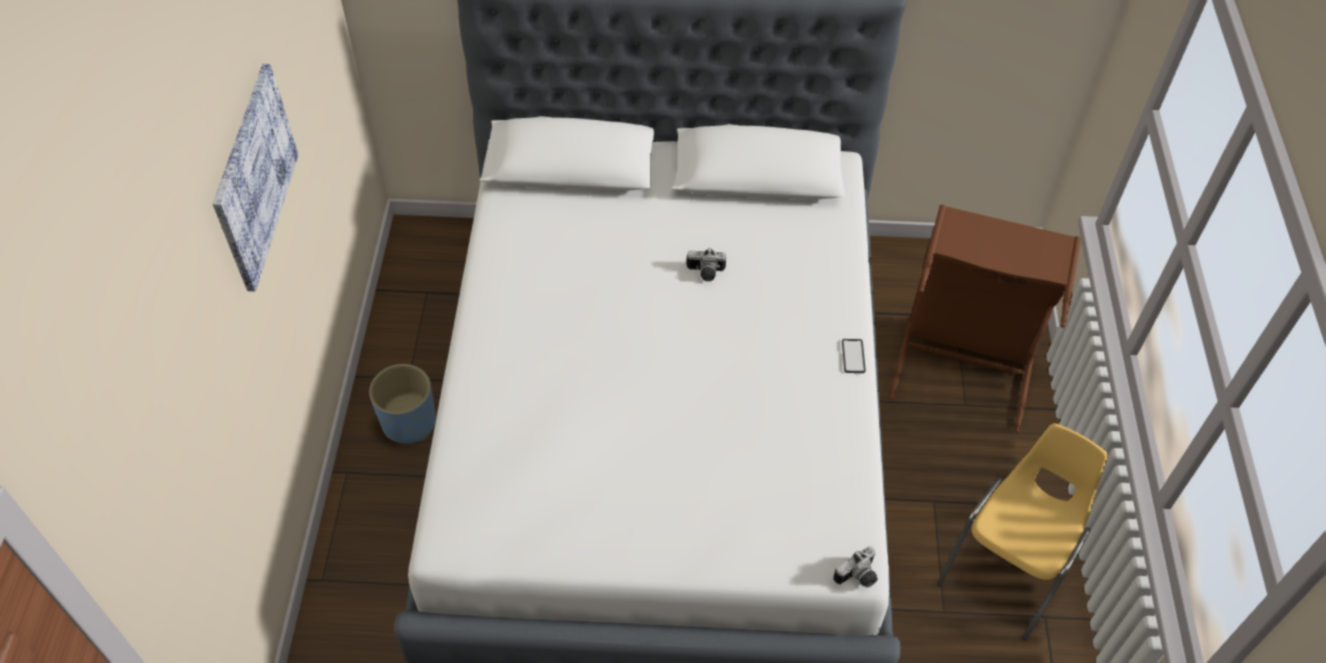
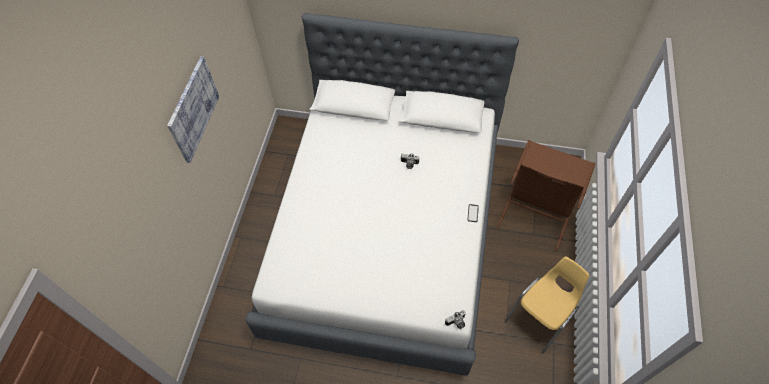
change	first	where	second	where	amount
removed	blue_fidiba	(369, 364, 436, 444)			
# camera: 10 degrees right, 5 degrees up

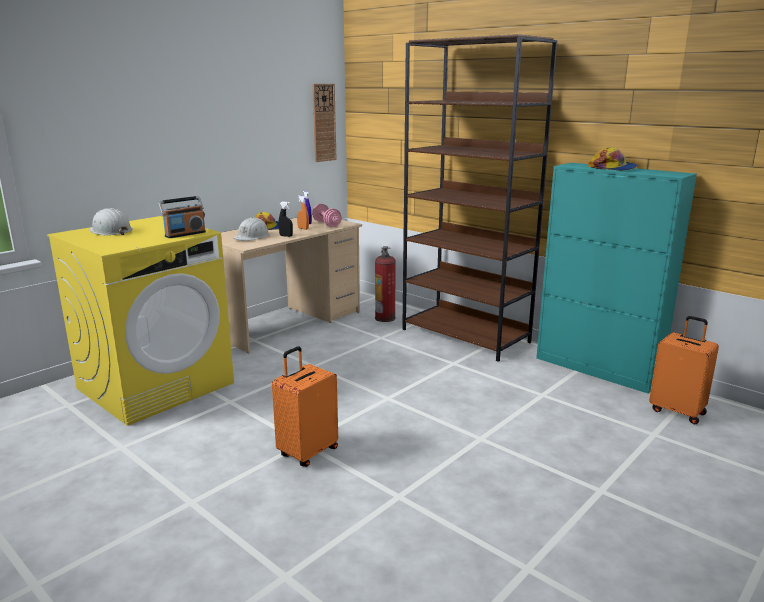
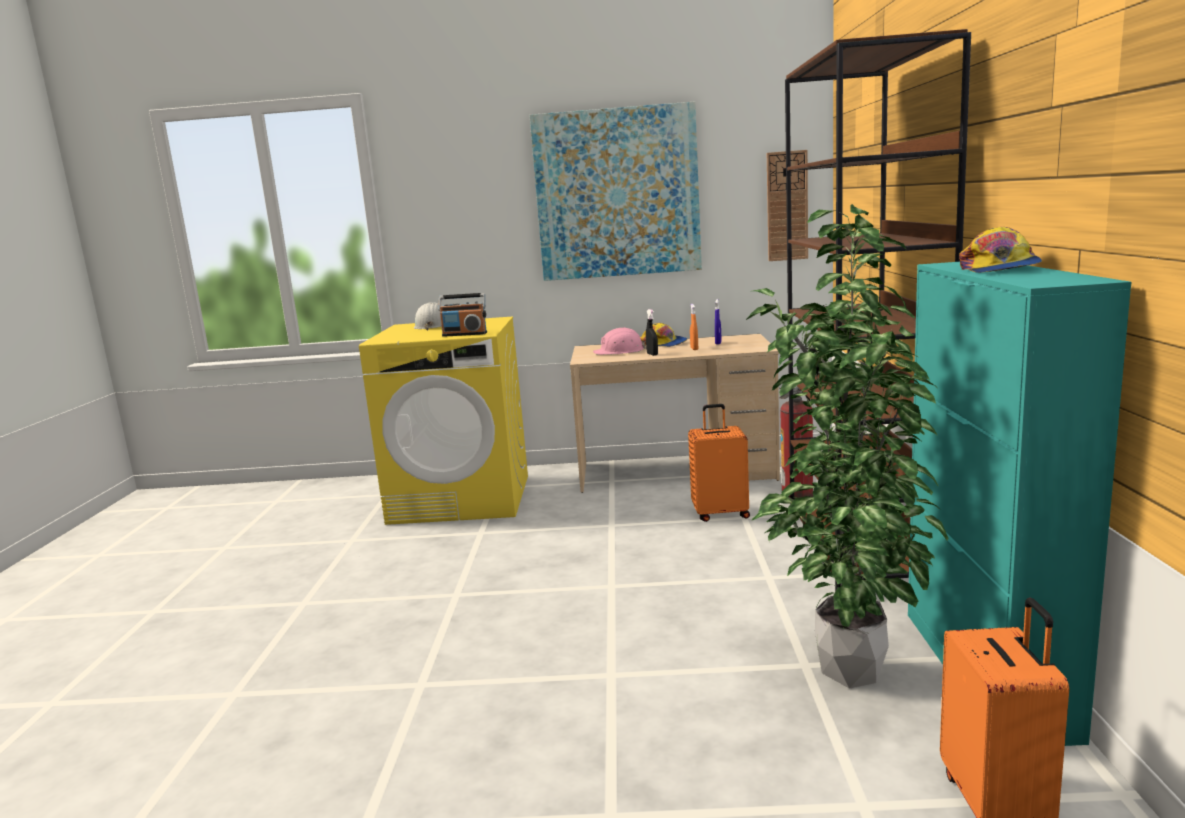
change	first	where	second	where	amount
removed	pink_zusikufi	(312, 204, 342, 227)			
recoloured	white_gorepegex	(233, 217, 270, 241)	pink_gorepegex	(593, 327, 646, 355)	
moved	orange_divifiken	(272, 346, 338, 467)		(688, 404, 750, 522)	
added			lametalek	(529, 101, 702, 281)	
added			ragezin	(746, 204, 948, 689)	
# camera: 50 degrees right, 5 degrees down

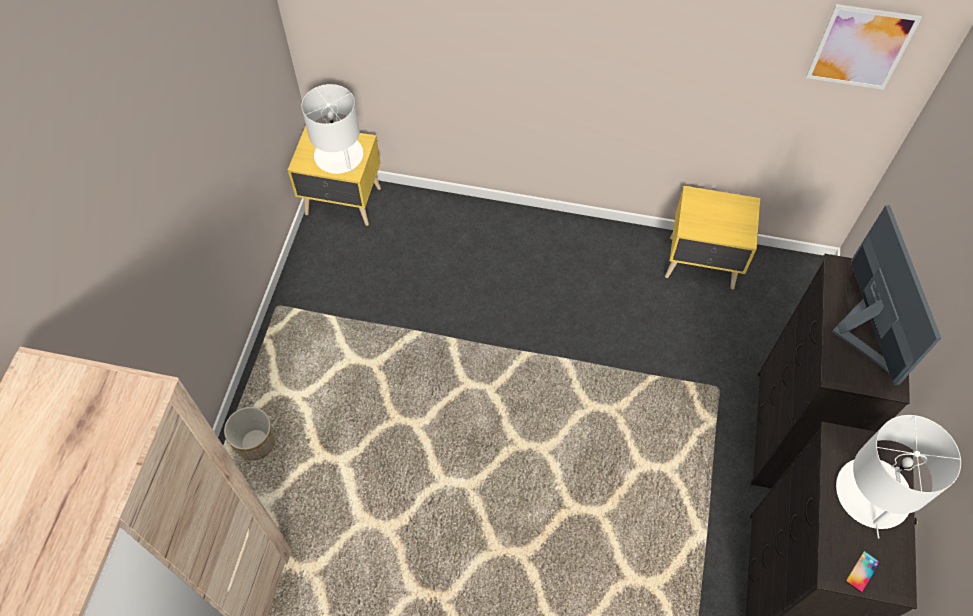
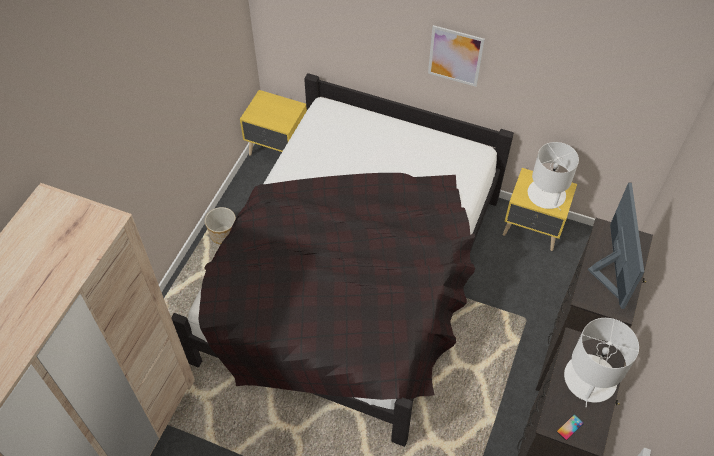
change	first	where	second	where	amount
moved	lametalek	(806, 4, 922, 90)		(428, 25, 485, 87)	
moved	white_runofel	(301, 84, 363, 174)		(528, 142, 579, 211)	
moved	fidiba	(224, 407, 275, 460)		(205, 207, 236, 244)	
added			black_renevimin	(171, 73, 514, 447)	
# camera: 10 degrees right, 5 degrees down

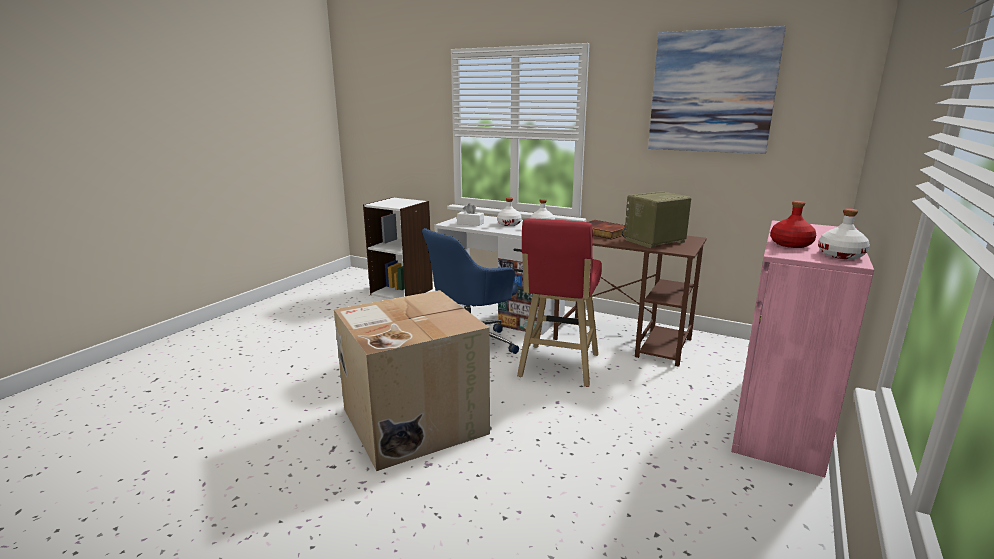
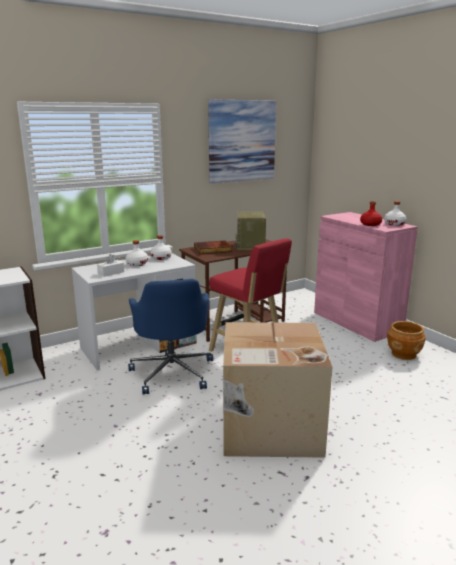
change	first	where	second	where	amount
added			brown_fidiba	(387, 321, 426, 360)	
# camera: 60 degrees left, 0 degrees up

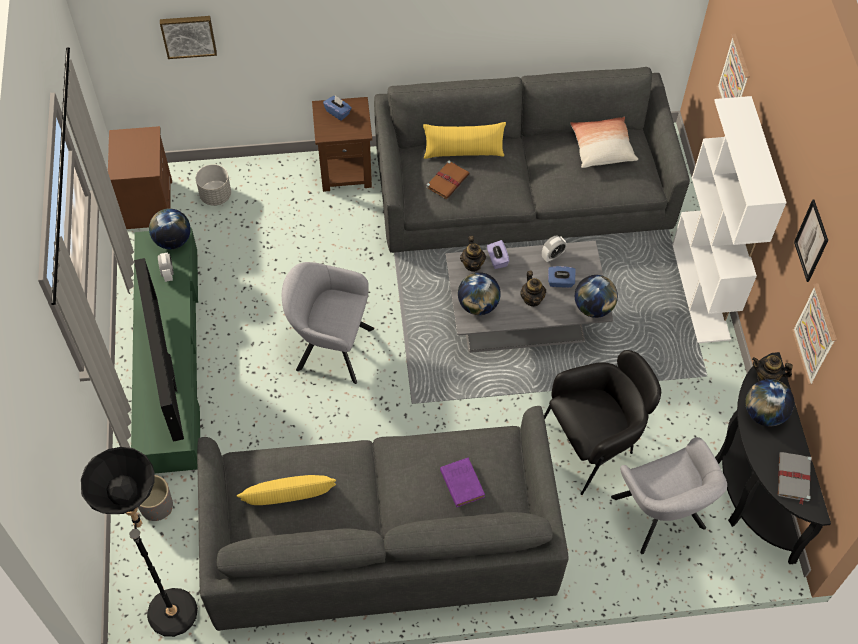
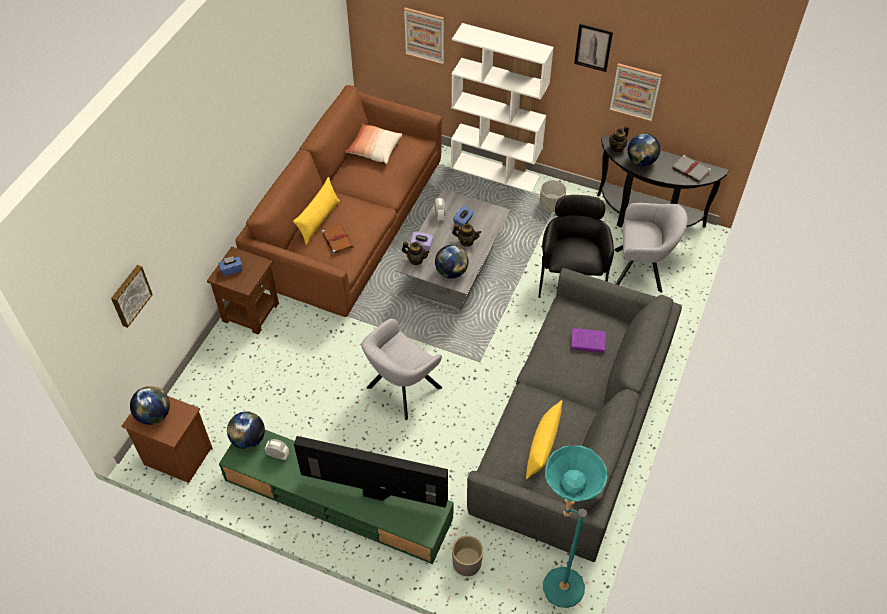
change	first	where	second	where	amount
recoloured	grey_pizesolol	(374, 67, 690, 253)	brown_pizesolol	(235, 85, 442, 317)	
moved	grey_fidiba	(196, 164, 231, 206)		(539, 180, 566, 212)	
moved	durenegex	(575, 275, 618, 318)		(130, 386, 170, 425)	
recoloured	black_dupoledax	(81, 447, 198, 637)	turquoise_dupoledax	(543, 446, 608, 608)	
# camera: 60 degrees left, 5 degrees down

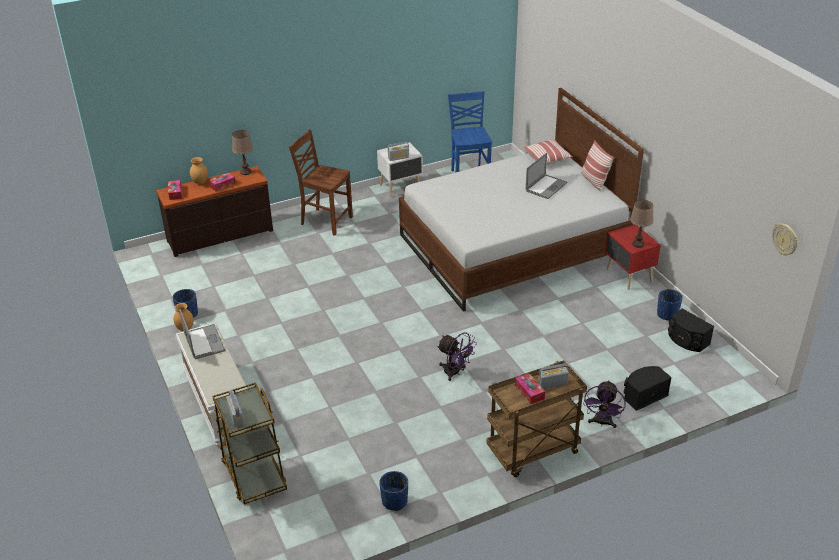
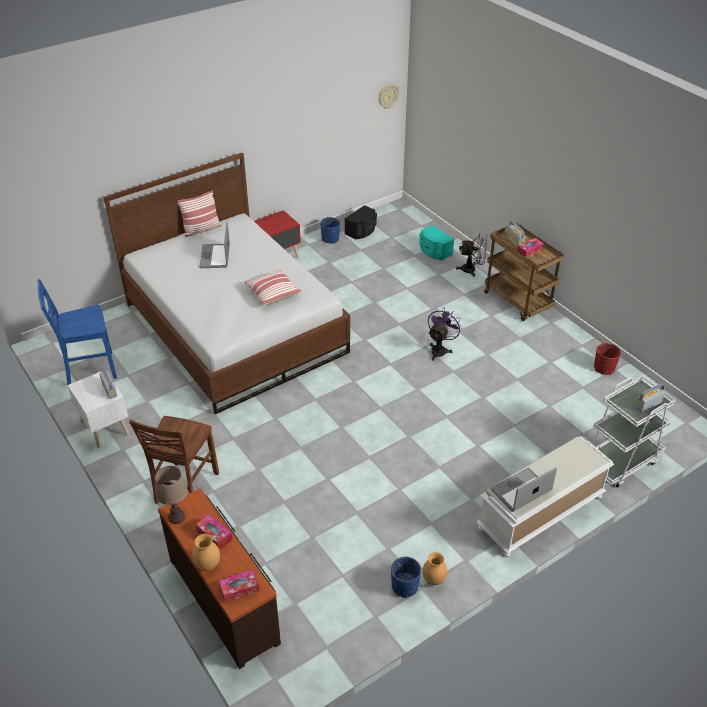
change	first	where	second	where	amount
moved	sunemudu	(524, 140, 573, 165)		(245, 270, 301, 305)	
turned	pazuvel	(526, 153, 567, 199)		(200, 222, 230, 268)	120 degrees counterclockwise
removed	brown_runofel	(630, 200, 653, 248)			
recoloured	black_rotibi	(624, 366, 672, 411)	turquoise_rotibi	(419, 225, 454, 260)	
recoloured	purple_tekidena	(583, 380, 626, 428)	grey_tekidena	(456, 233, 487, 277)	
recoloured	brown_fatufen	(212, 382, 287, 505)	white_fatufen	(592, 376, 676, 488)	
recoloured	blue_fidiba	(379, 471, 408, 511)	red_fidiba	(594, 343, 621, 375)	
# camera: 100 degrees left, 5 degrees up

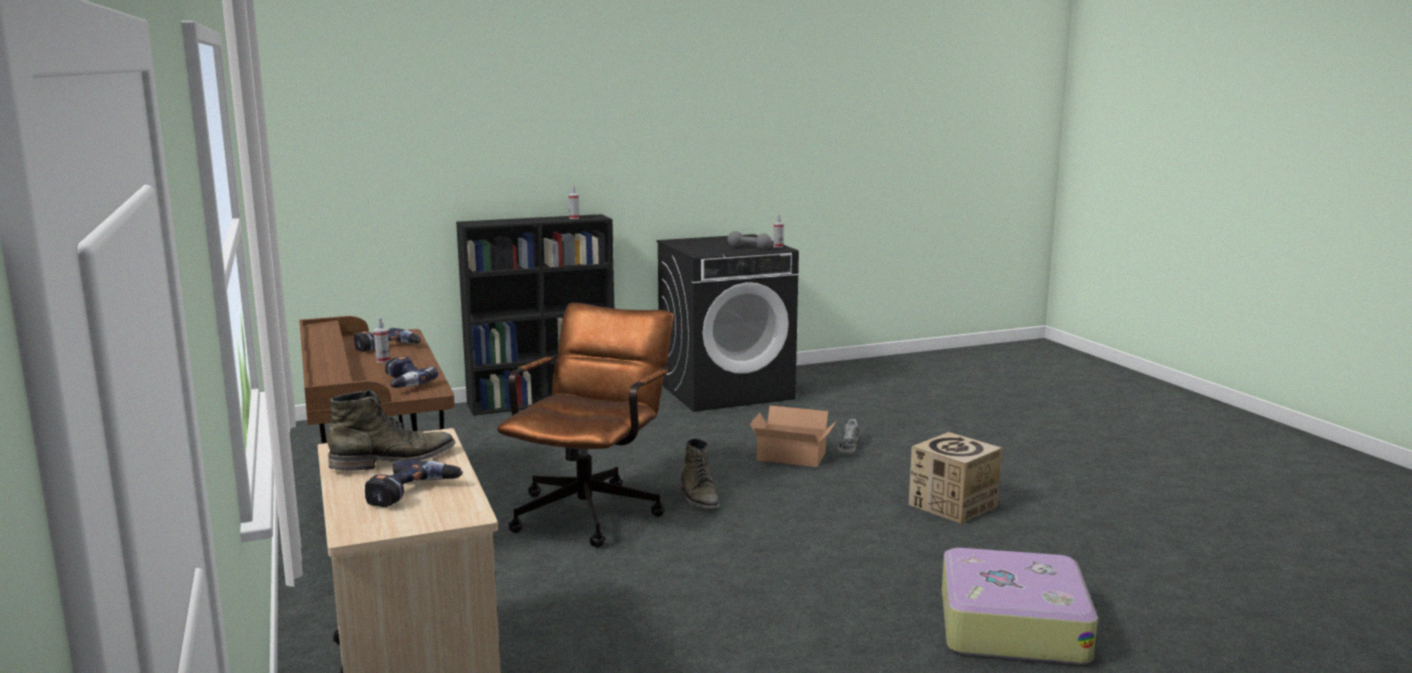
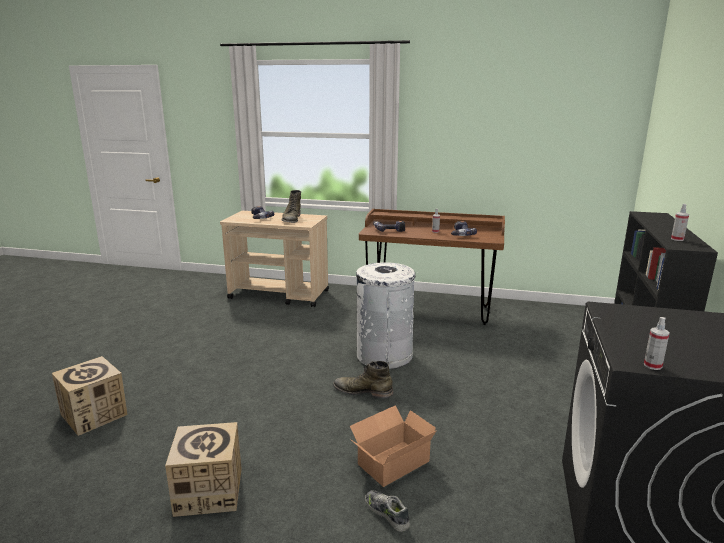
change	first	where	second	where	amount
removed	grey_zusikufi	(727, 231, 772, 250)			
replaced	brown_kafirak	(497, 303, 674, 548)	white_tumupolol	(356, 262, 416, 369)	
replaced	divifiken	(942, 548, 1098, 665)	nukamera	(52, 356, 127, 436)	
# camera: 125 degrees right, 5 degrees up

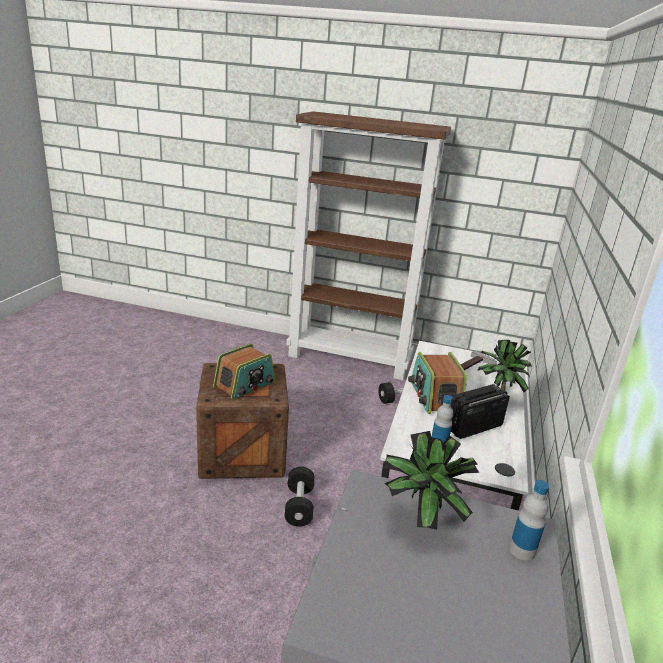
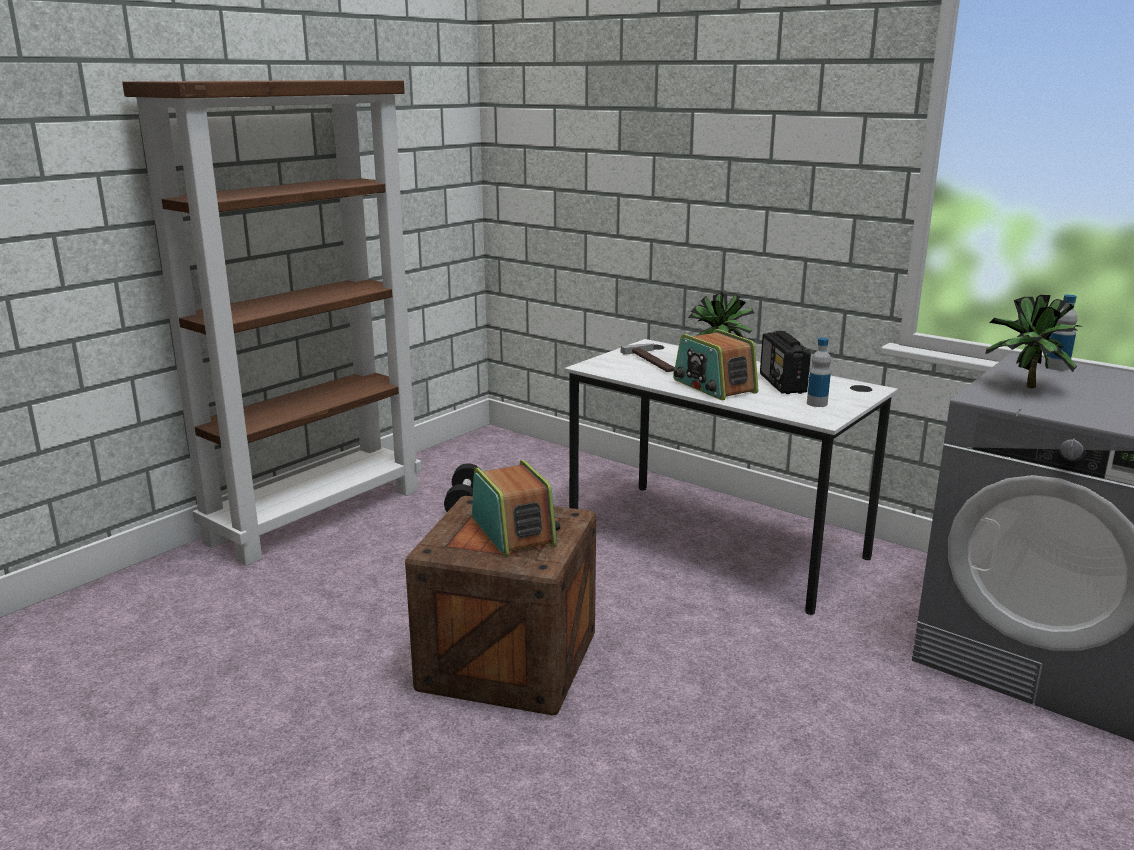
change	first	where	second	where	amount
turned	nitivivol	(408, 352, 467, 414)		(673, 329, 758, 400)	45 degrees clockwise
removed	black_zusikufi	(285, 466, 314, 527)			
# camera: 65 degrees left, 5 degrees down

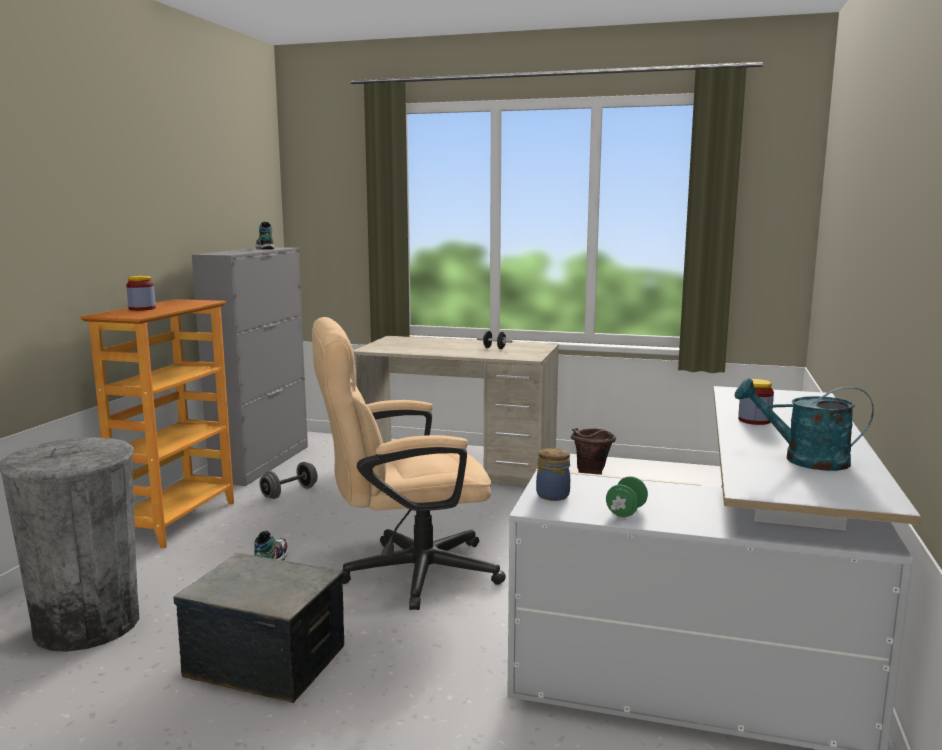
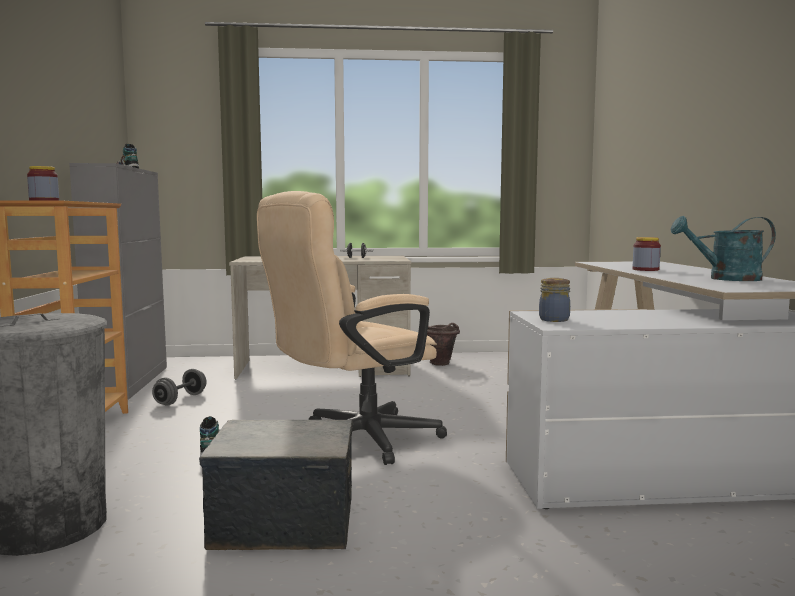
change	first	where	second	where	amount
removed	green_zusikufi	(606, 476, 648, 517)			
# camera: 20 degrees left, 5 degrees down

